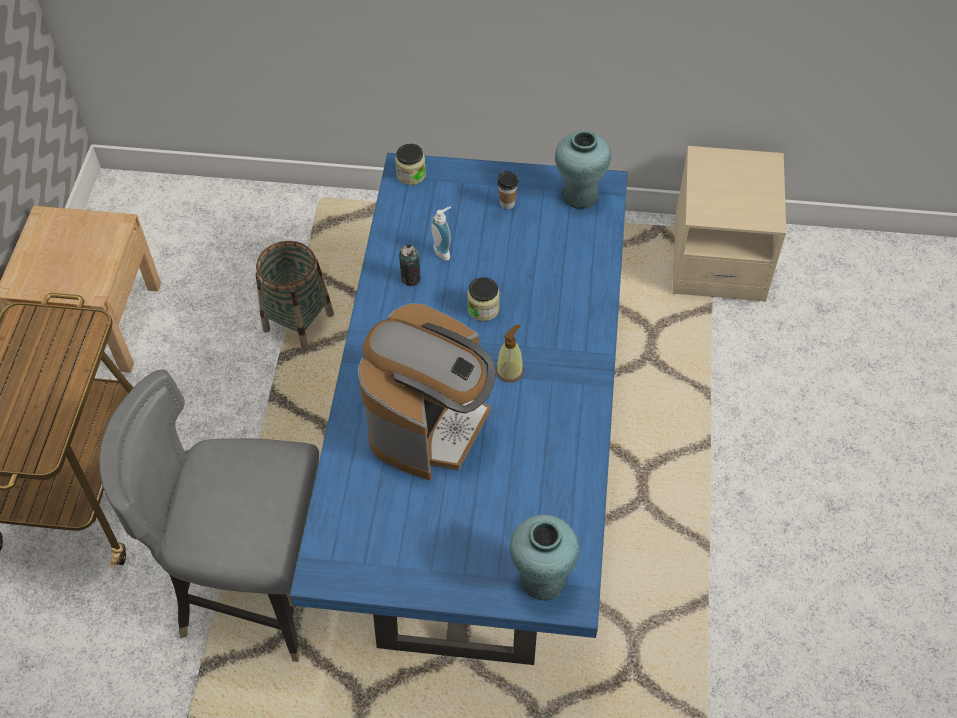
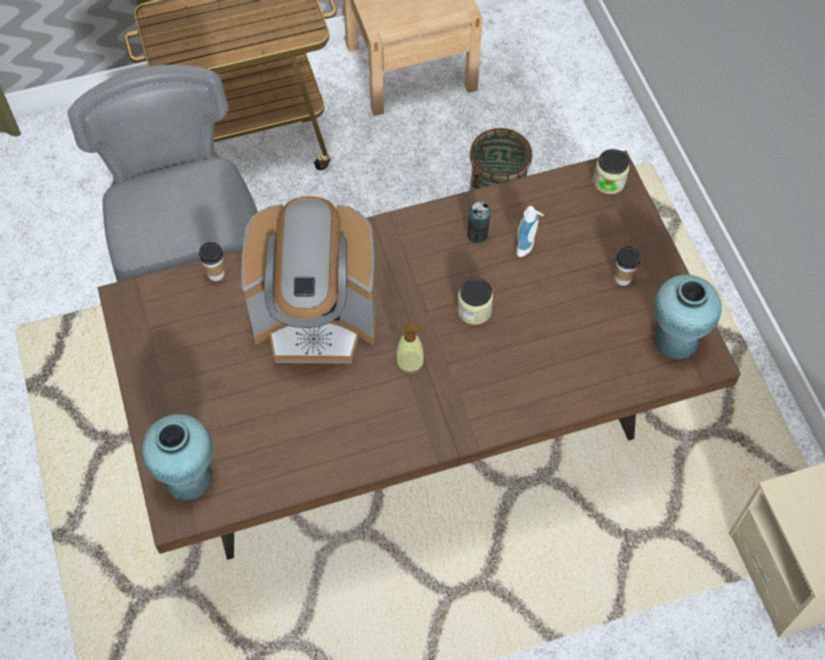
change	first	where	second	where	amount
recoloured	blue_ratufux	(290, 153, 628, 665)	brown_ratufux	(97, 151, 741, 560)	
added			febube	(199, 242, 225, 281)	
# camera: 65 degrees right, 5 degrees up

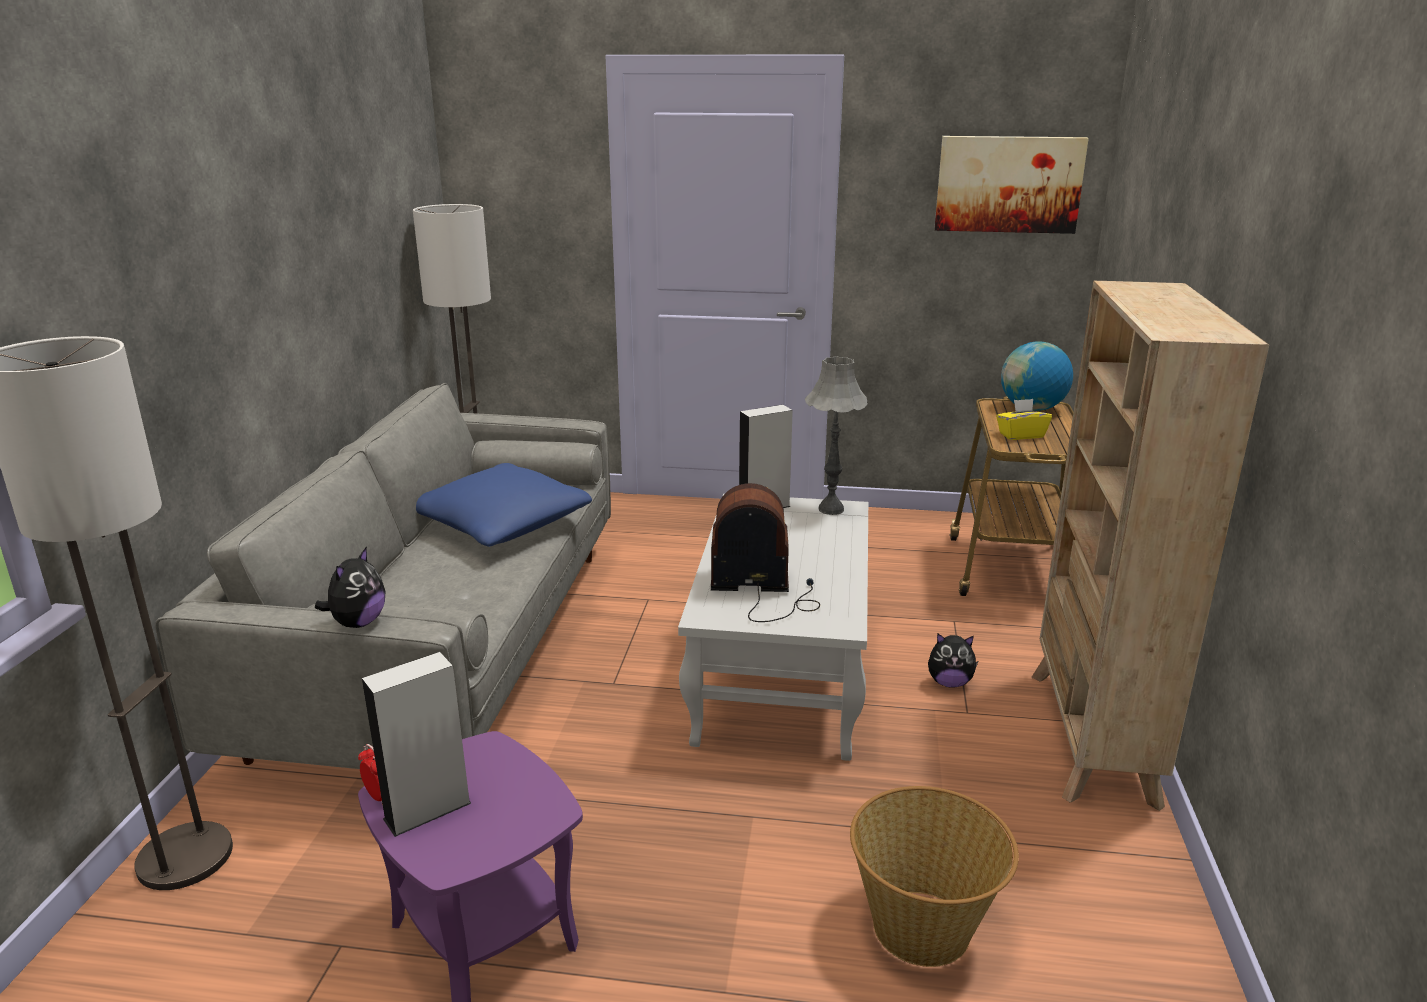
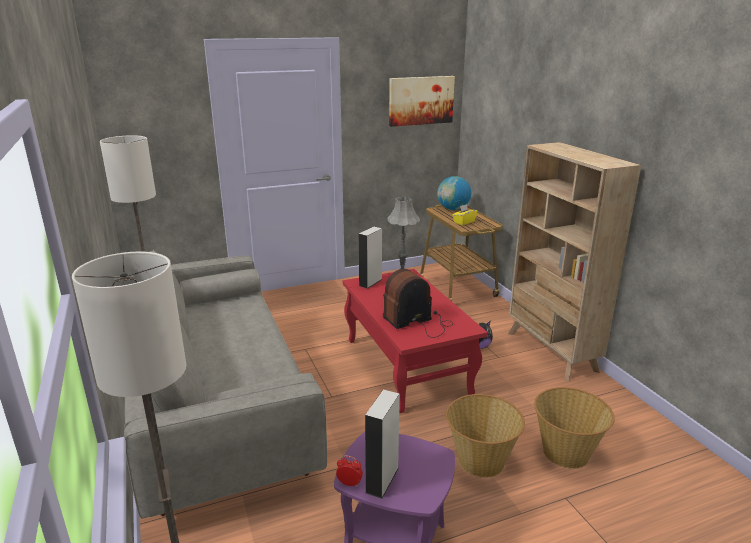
change	first	where	second	where	amount
removed	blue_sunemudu	(416, 463, 592, 547)			
recoloured	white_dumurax	(678, 494, 868, 761)	red_dumurax	(343, 269, 488, 413)	
removed	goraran	(315, 546, 386, 628)			
added			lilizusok	(446, 394, 525, 478)	
# camera: 30 degrees left, 0 degrees up

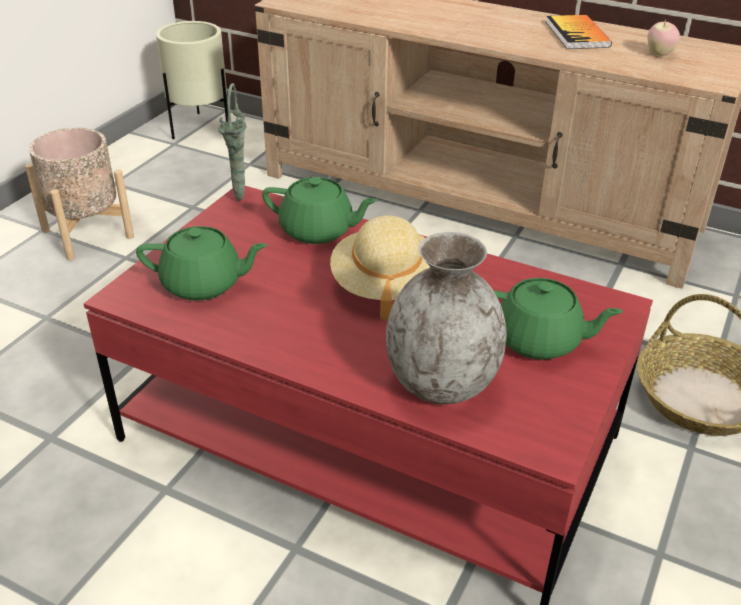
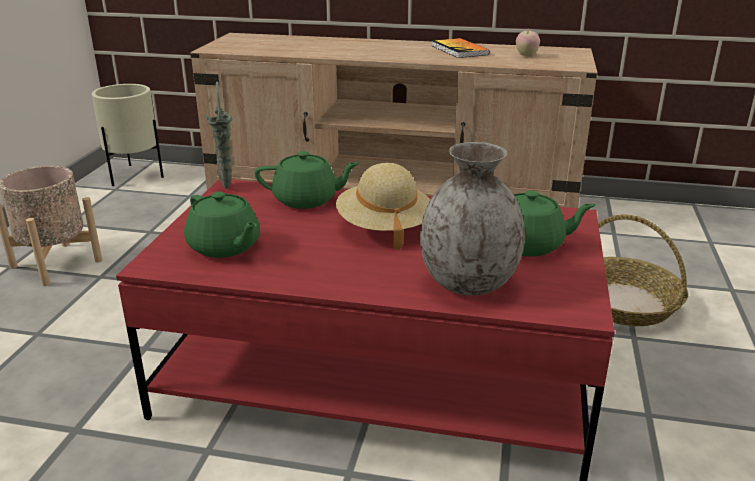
change	first	where	second	where	amount
turned	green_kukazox	(136, 226, 267, 301)		(184, 191, 260, 258)	60 degrees clockwise
# camera: 15 degrees left, 10 degrees down

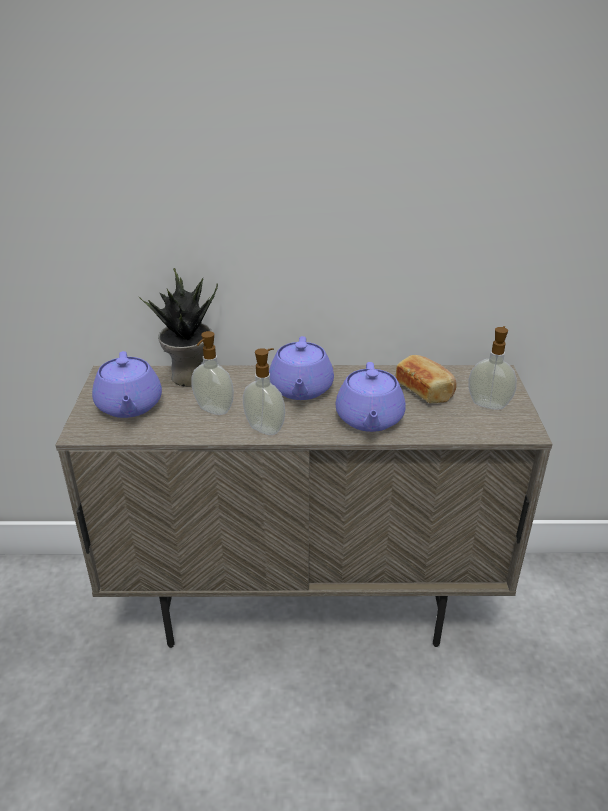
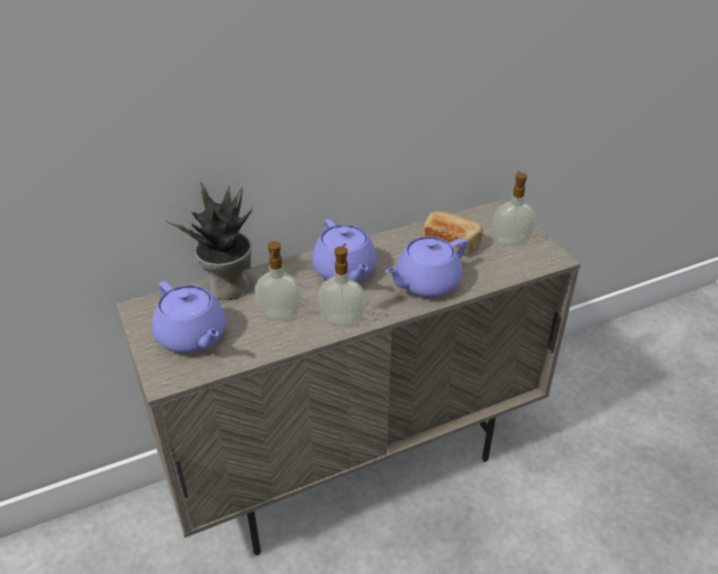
change	first	where	second	where	amount
turned	purple_kukazox	(335, 362, 406, 432)		(385, 237, 468, 298)	75 degrees clockwise
# camera: 25 degrees left, 5 degrees up

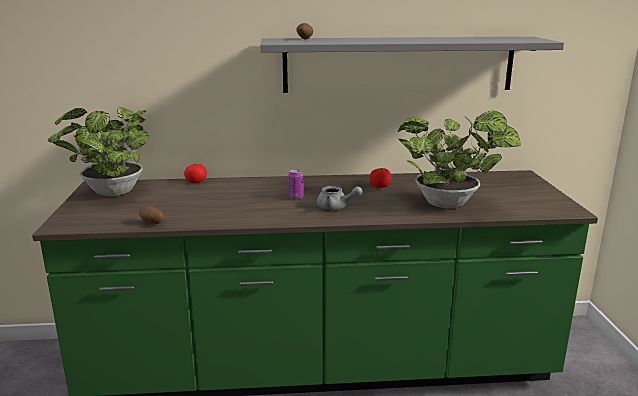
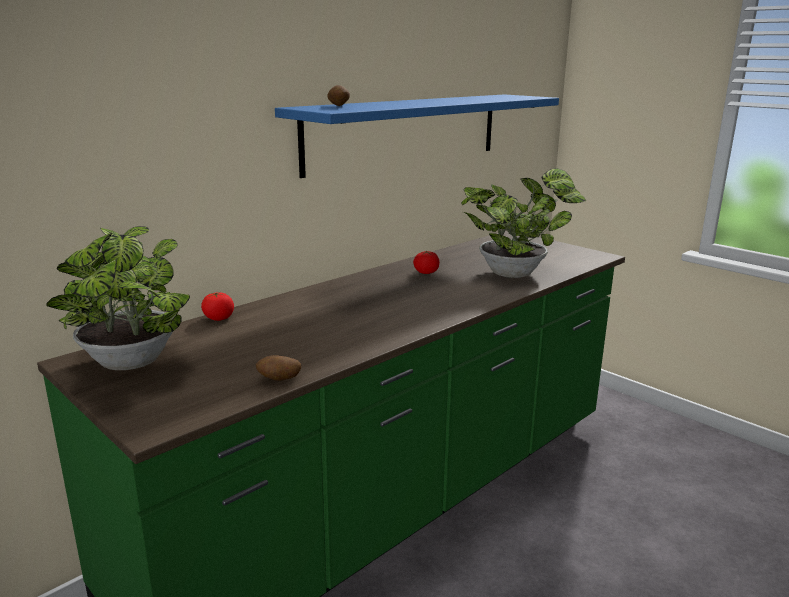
change	first	where	second	where	amount
recoloured	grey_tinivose	(261, 37, 564, 93)	blue_tinivose	(275, 94, 559, 178)	
removed	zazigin	(288, 169, 304, 199)			
removed	grey_kukazox	(317, 186, 363, 210)			
# camera: 40 degrees left, 0 degrees up

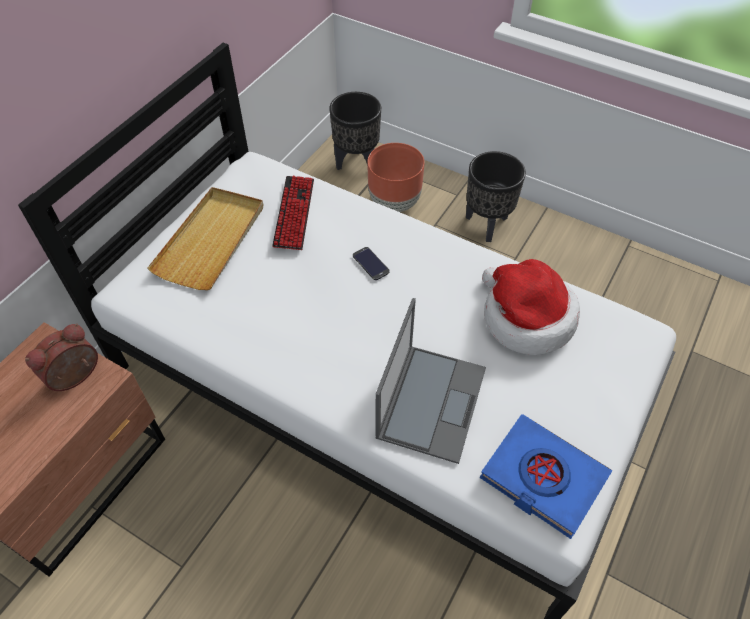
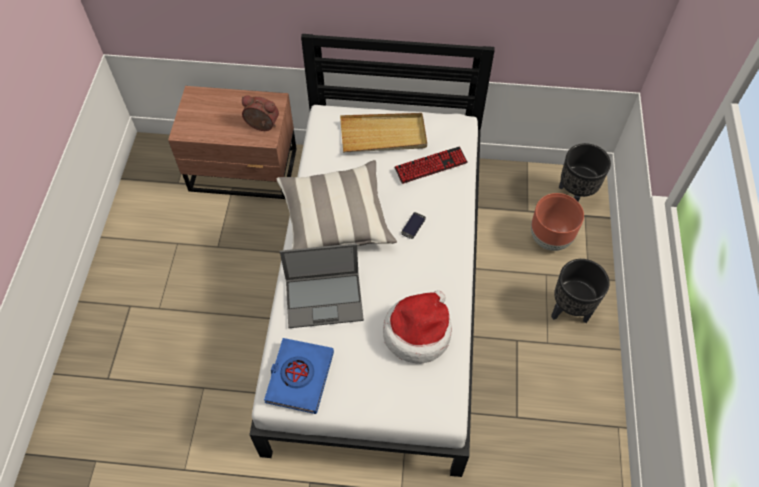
change	first	where	second	where	amount
added			sunemudu	(276, 160, 397, 249)	
# camera: 65 degrees right, 5 degrees up

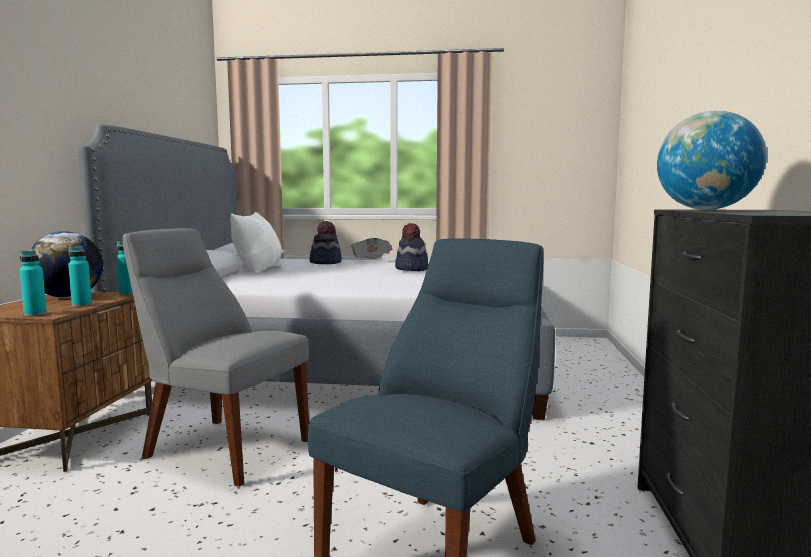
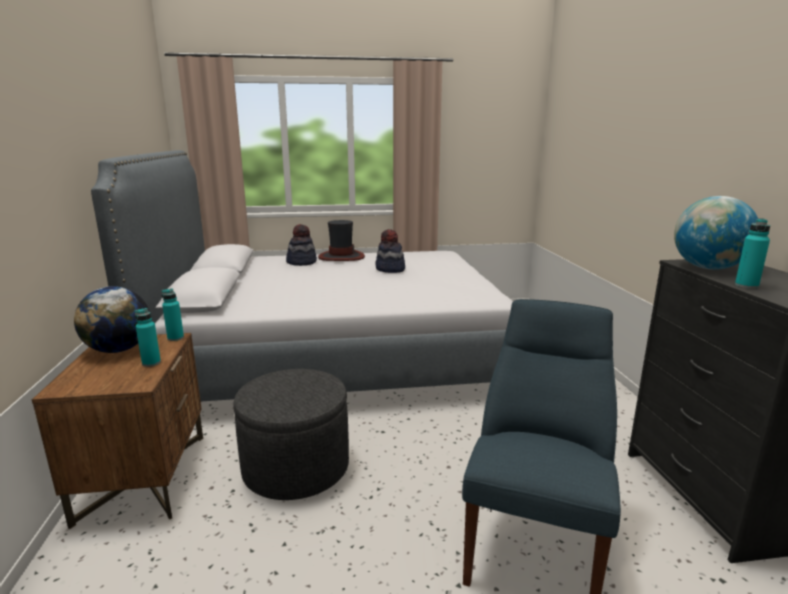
change	first	where	second	where	amount
removed	white_sunemudu	(230, 212, 282, 273)			
replaced	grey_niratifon	(123, 228, 309, 487)	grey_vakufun	(233, 369, 349, 500)	
replaced	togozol	(351, 238, 392, 259)	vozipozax	(318, 220, 365, 261)	
moved	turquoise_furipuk	(19, 250, 47, 316)		(735, 218, 770, 289)	
# camera: 15 degrees left, 10 degrees up

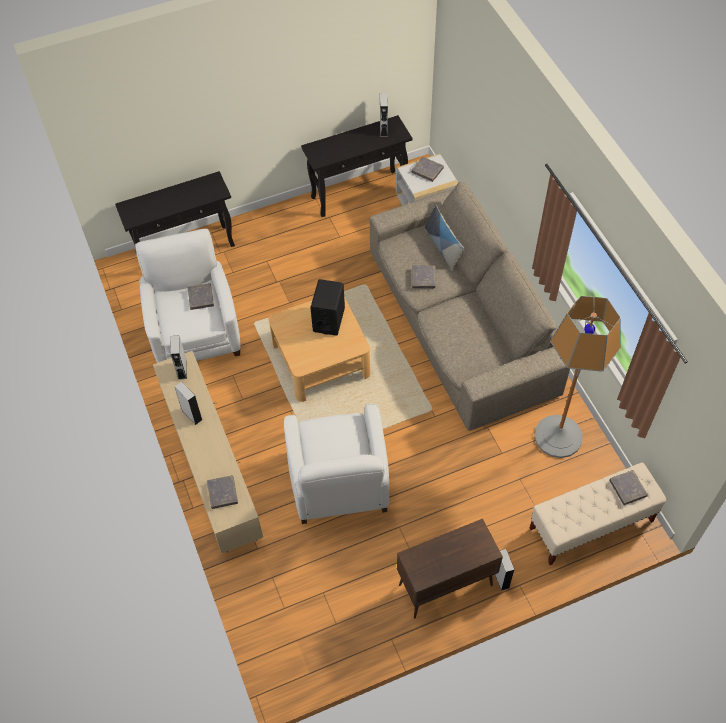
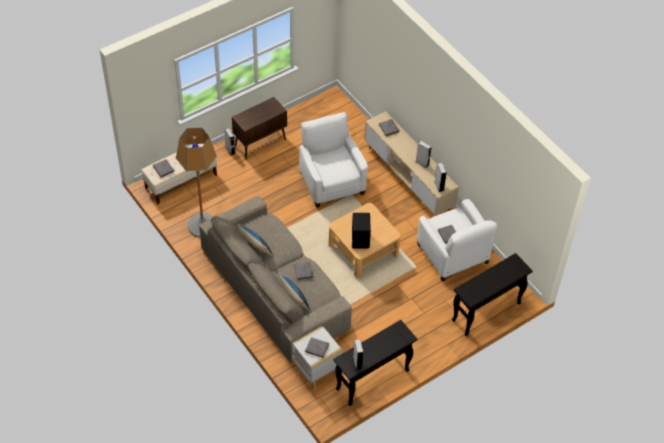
change	first	where	second	where	amount
added			sunemudu	(237, 223, 273, 256)	
# camera: 165 degrees right, 5 degrees down

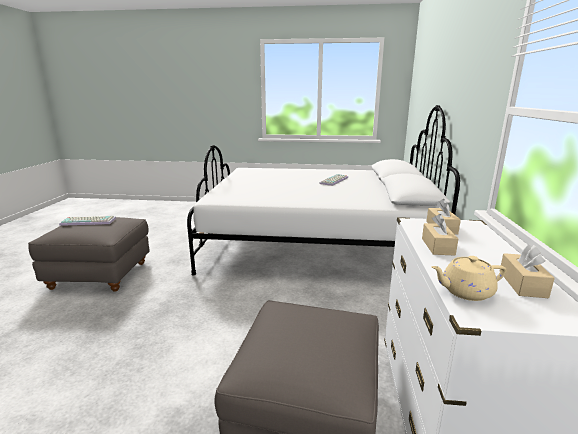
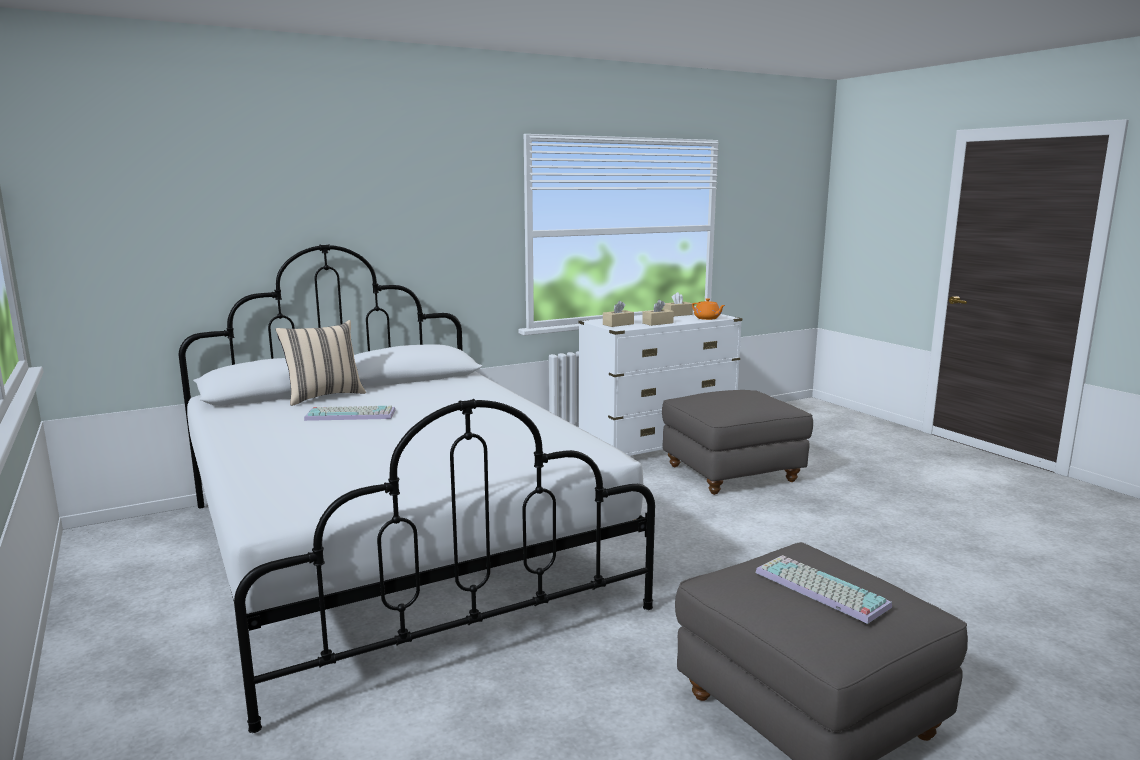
change	first	where	second	where	amount
recoloured	beige_kukazox	(431, 256, 506, 301)	orange_kukazox	(692, 298, 725, 320)	
added			beige_sunemudu	(275, 320, 366, 406)	
# camera: 125 degrees left, 5 degrees down

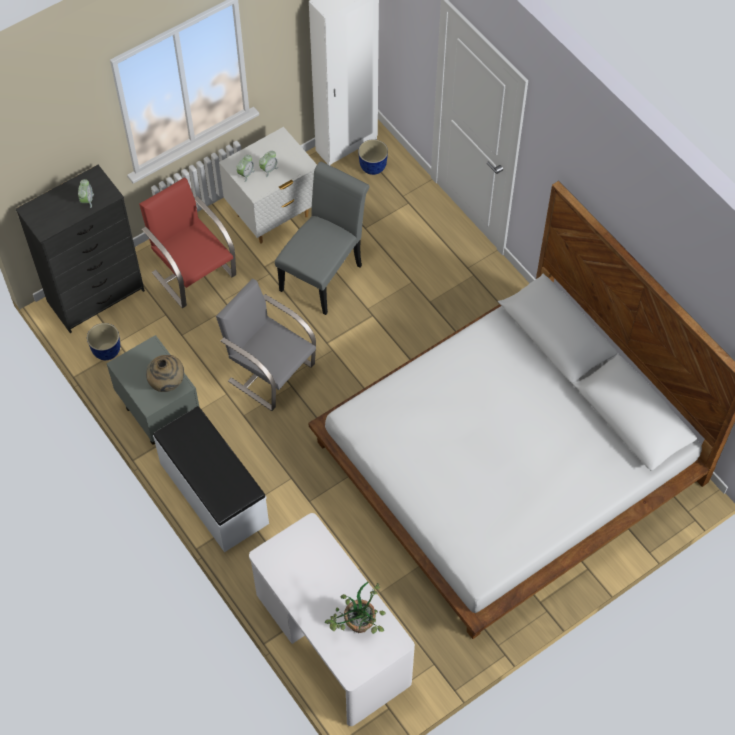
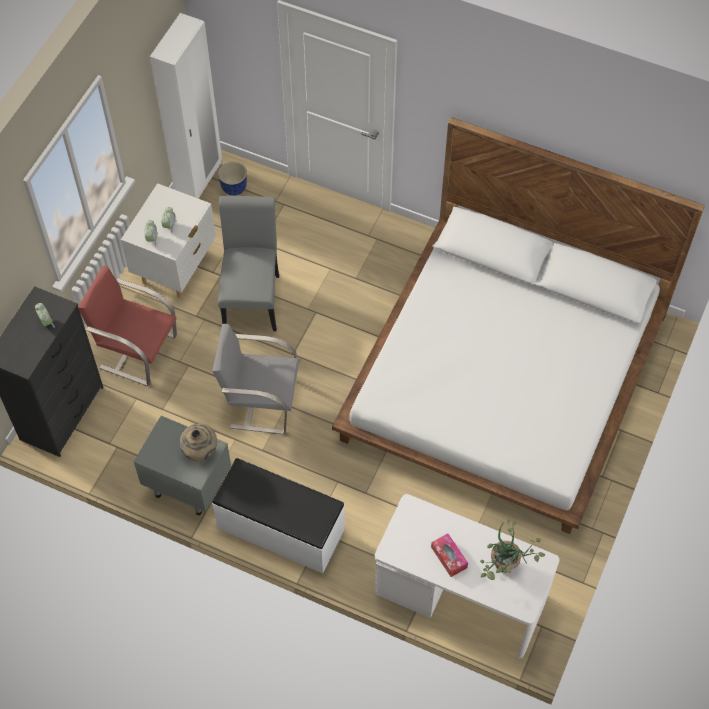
change	first	where	second	where	amount
removed	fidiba	(87, 323, 120, 360)			
added			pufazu	(431, 533, 468, 577)	
# camera: 30 degrees left, 0 degrees up

